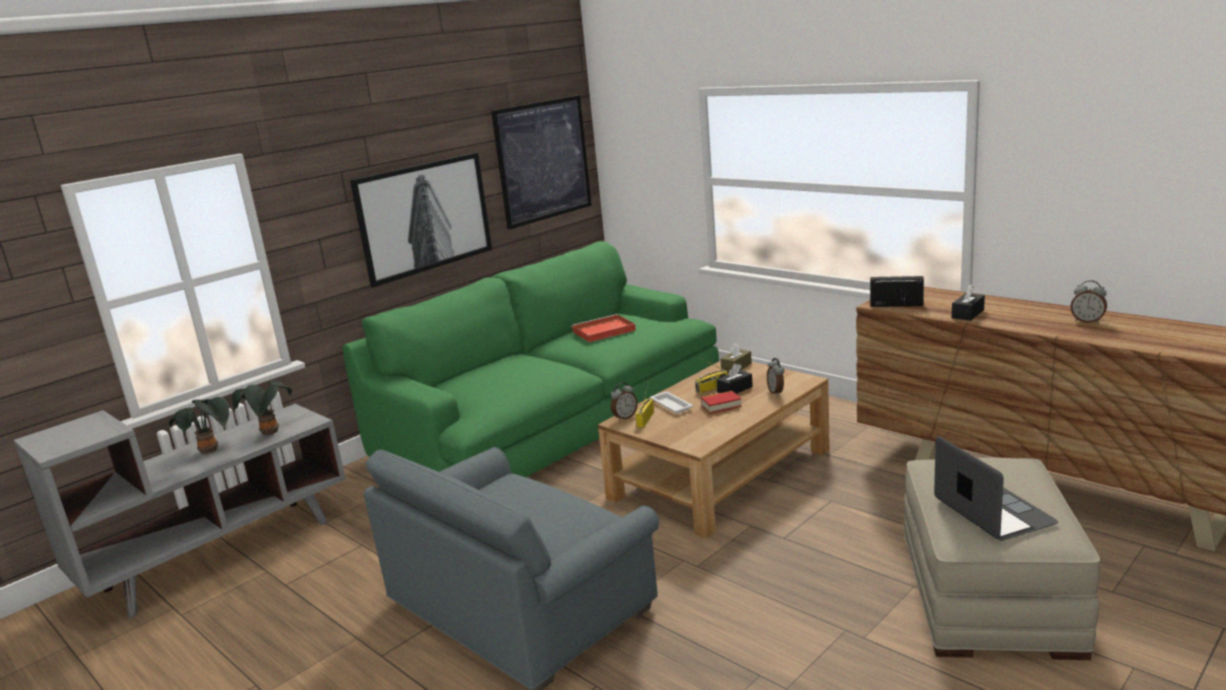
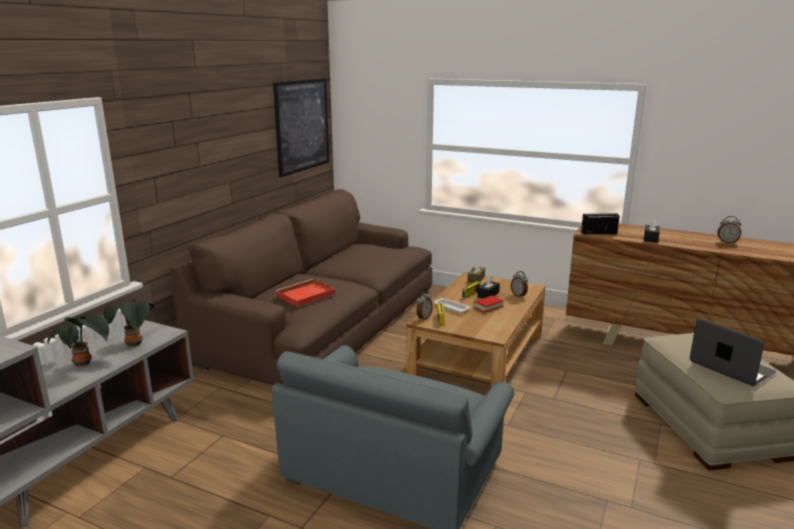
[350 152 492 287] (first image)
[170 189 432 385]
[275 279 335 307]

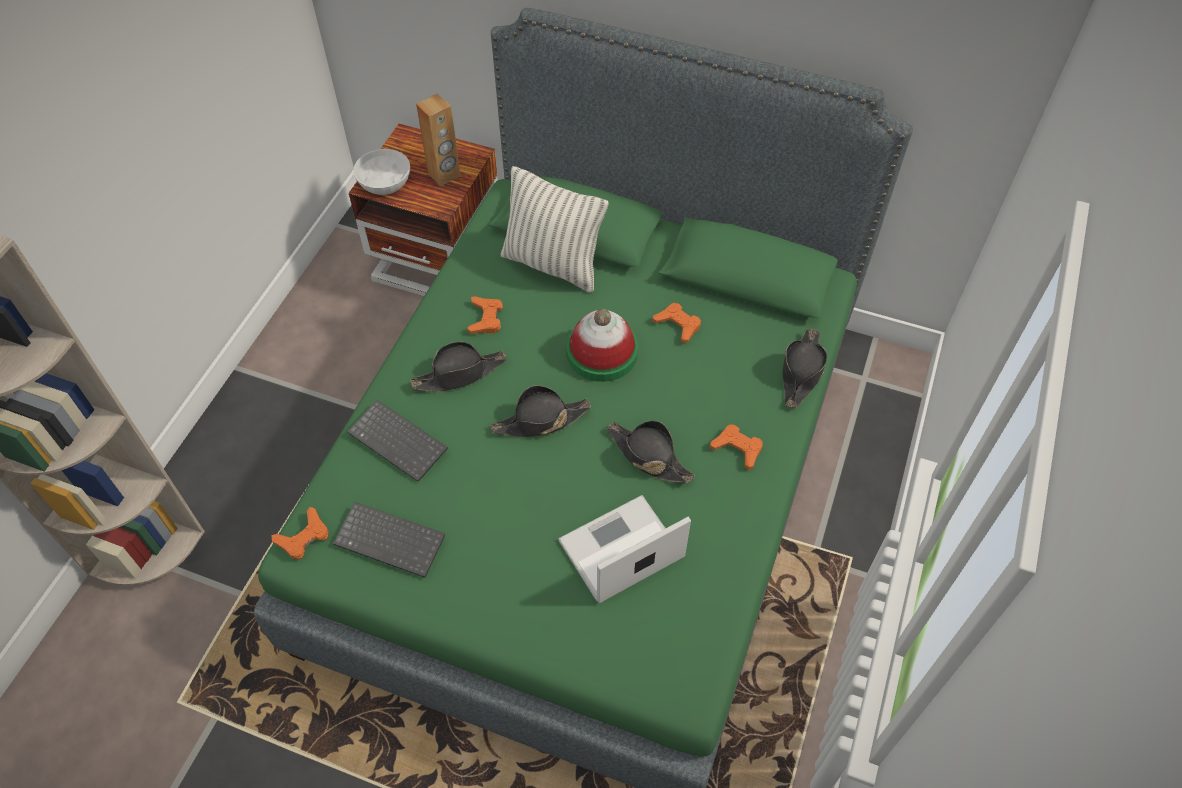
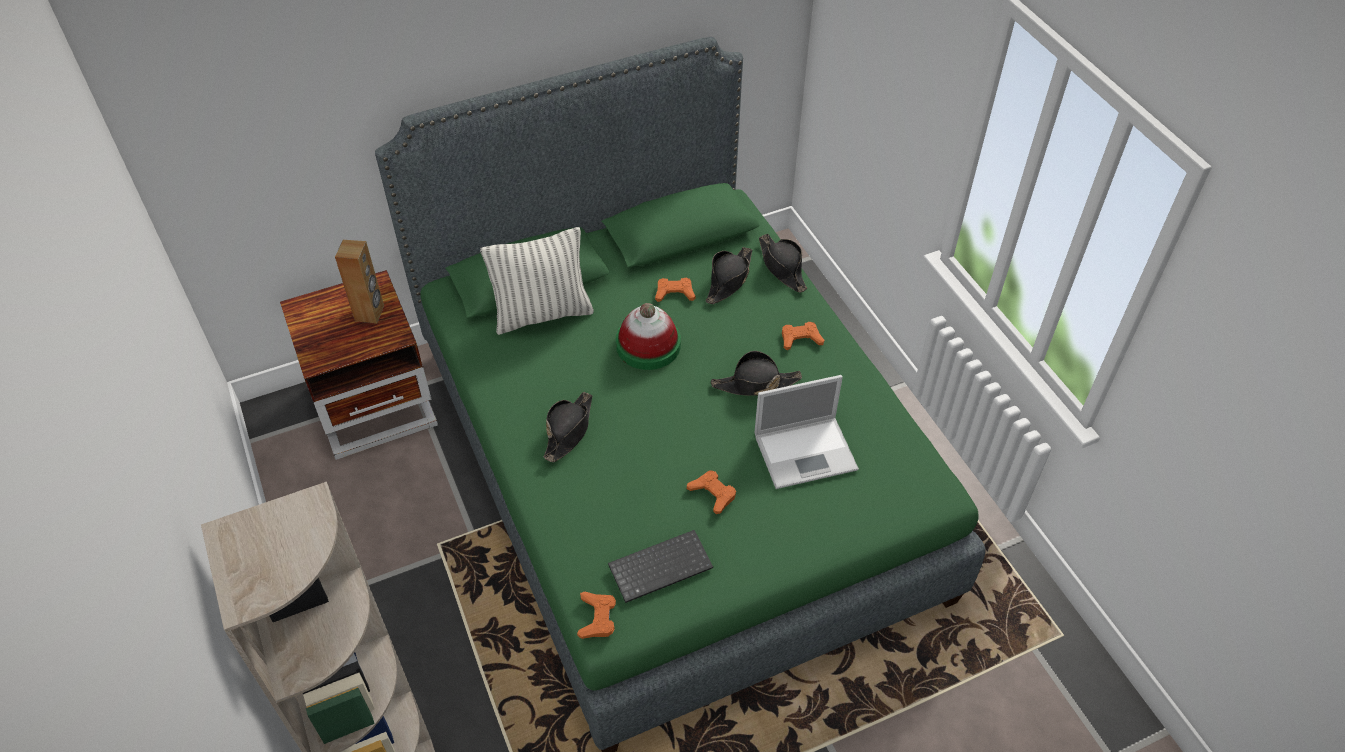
[353 149 410 195] (first image)
[687 470 736 514]
[706 247 752 304]
[347 400 448 482] (first image)
[754 375 859 489]

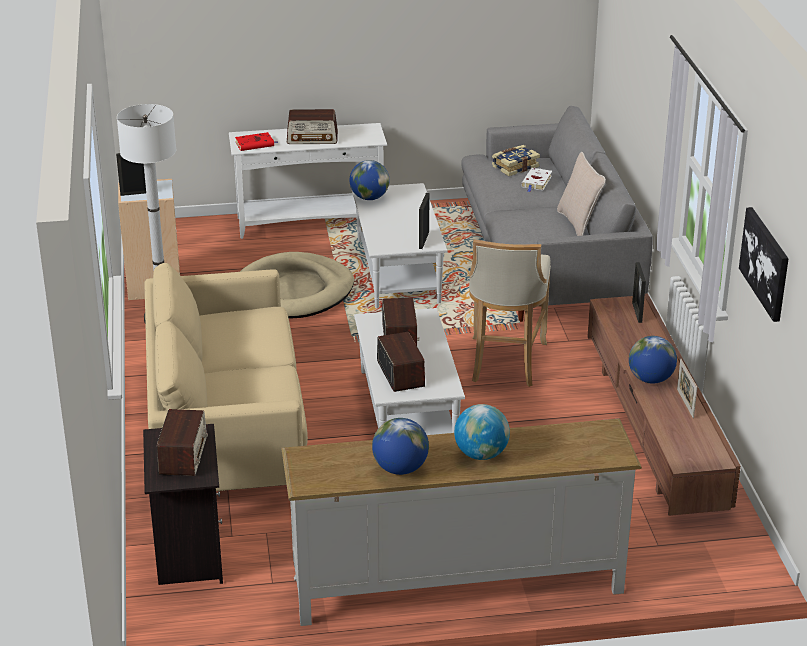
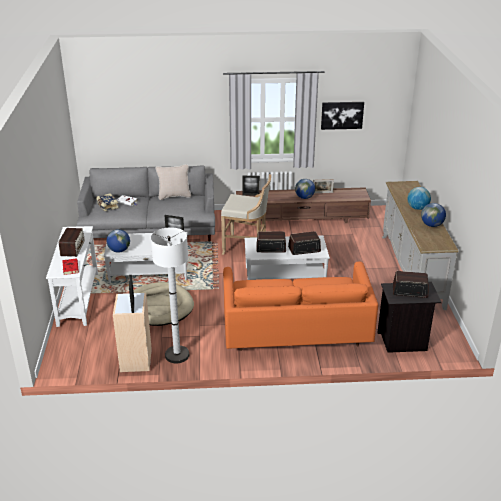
[223 262 378 351]

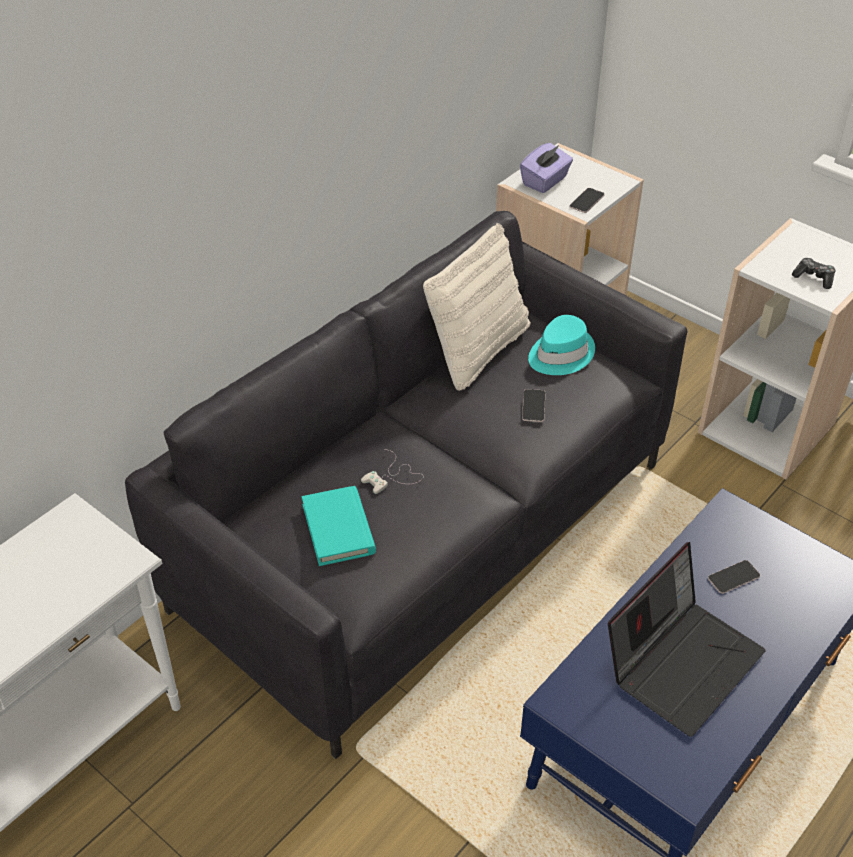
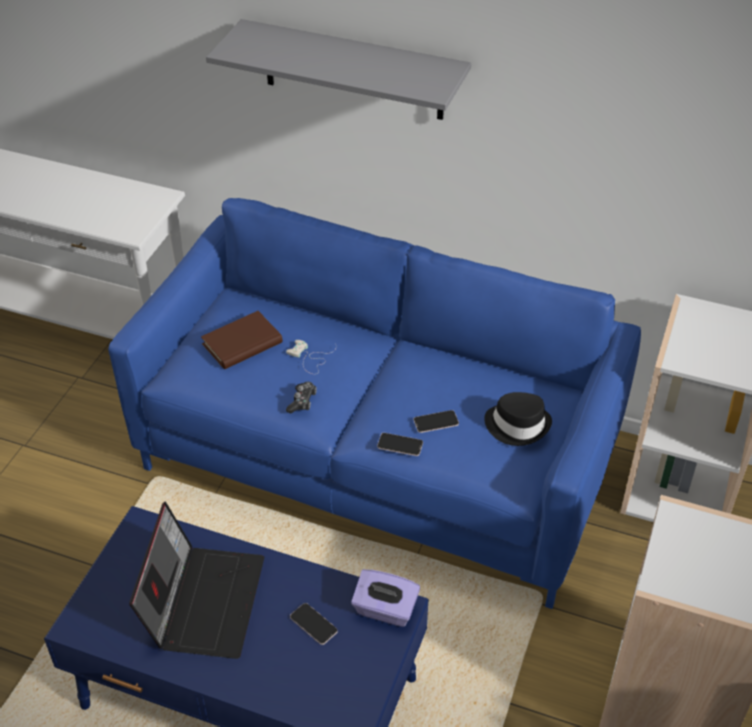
[351 569 420 627]
[377 433 423 456]
[108 198 641 609]
[423 223 531 391] (first image)
[286 382 317 413]
[484 392 552 446]
[201 311 283 369]
[129 501 264 659]
[206 19 471 120]

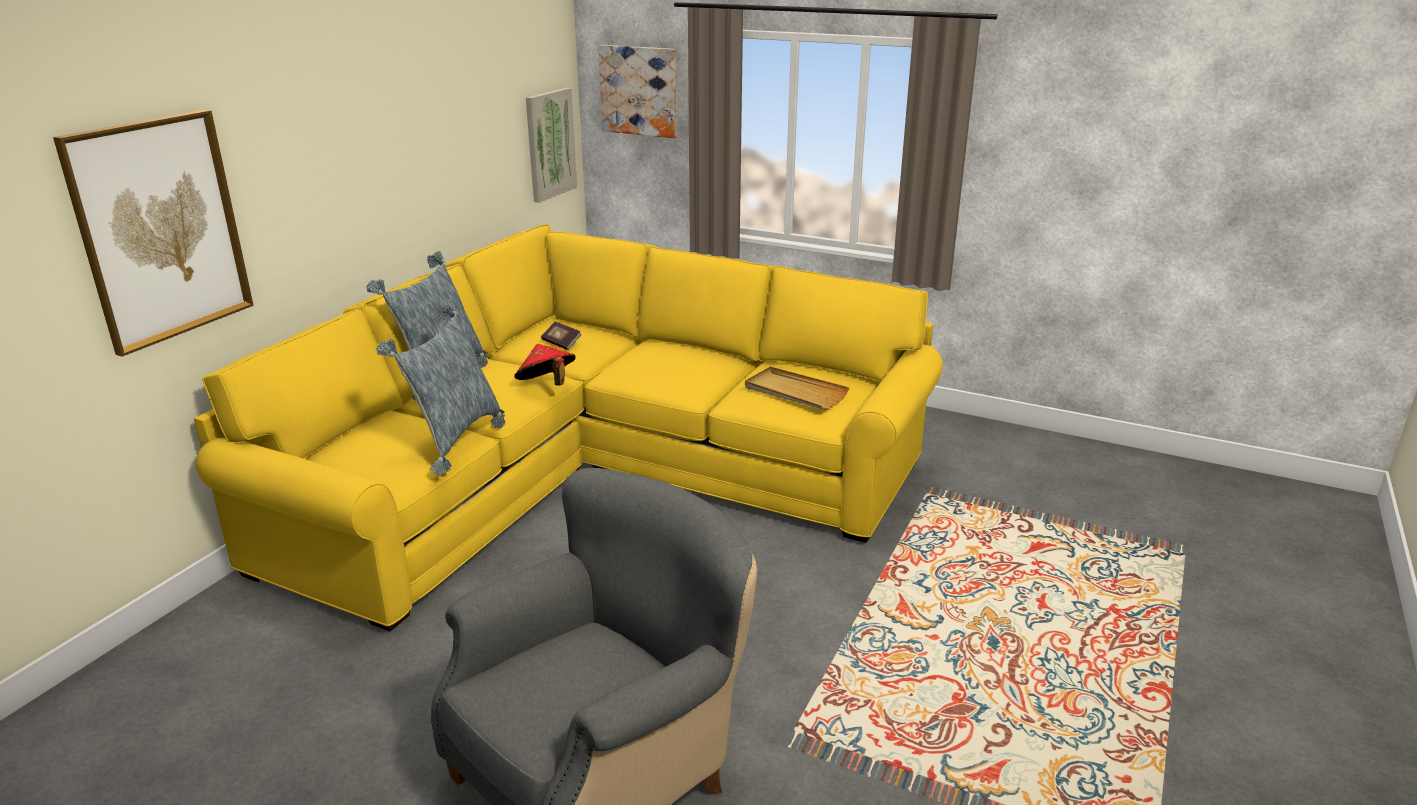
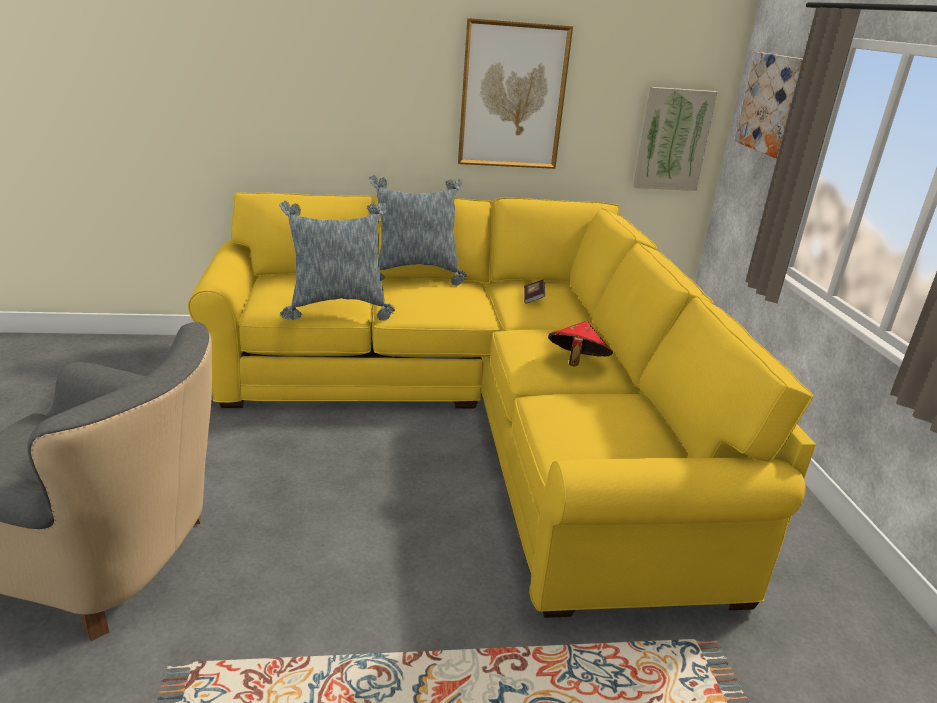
[458 18 573 169]
[548 321 613 367]
[745 367 849 410] (first image)

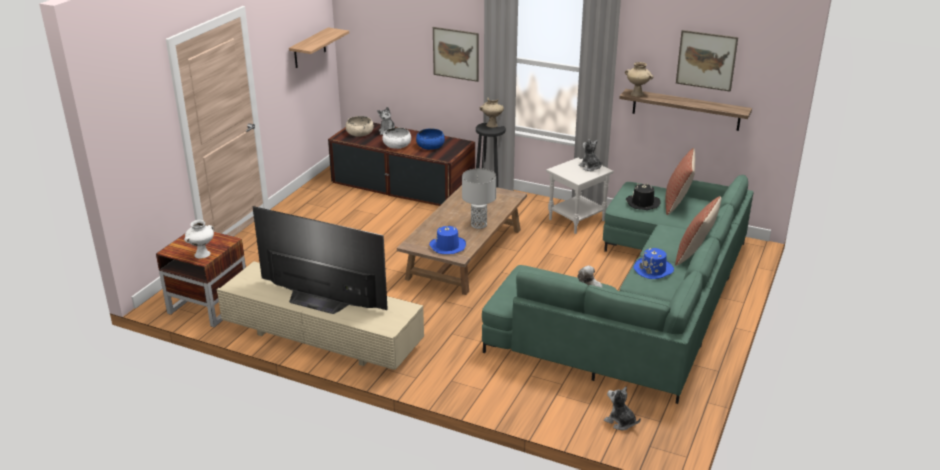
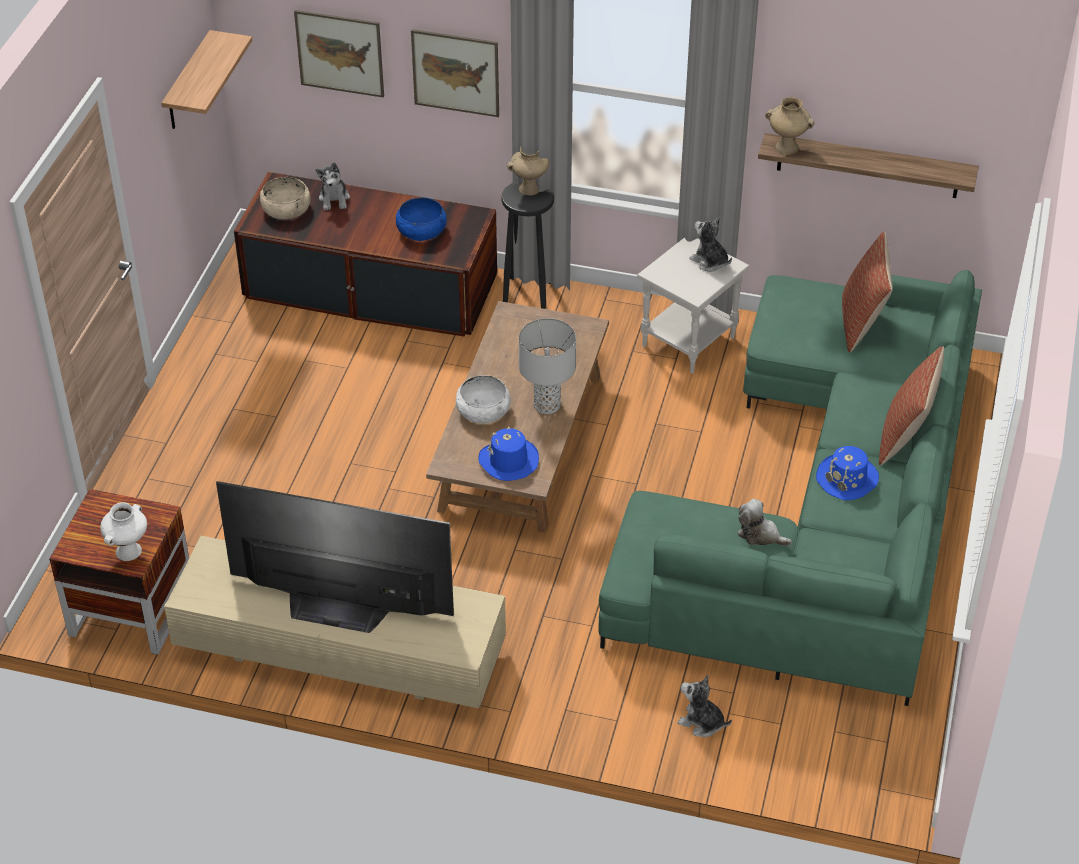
[294 10 384 97]
[456 375 511 423]
[626 183 661 210] (first image)
[678 675 732 737]

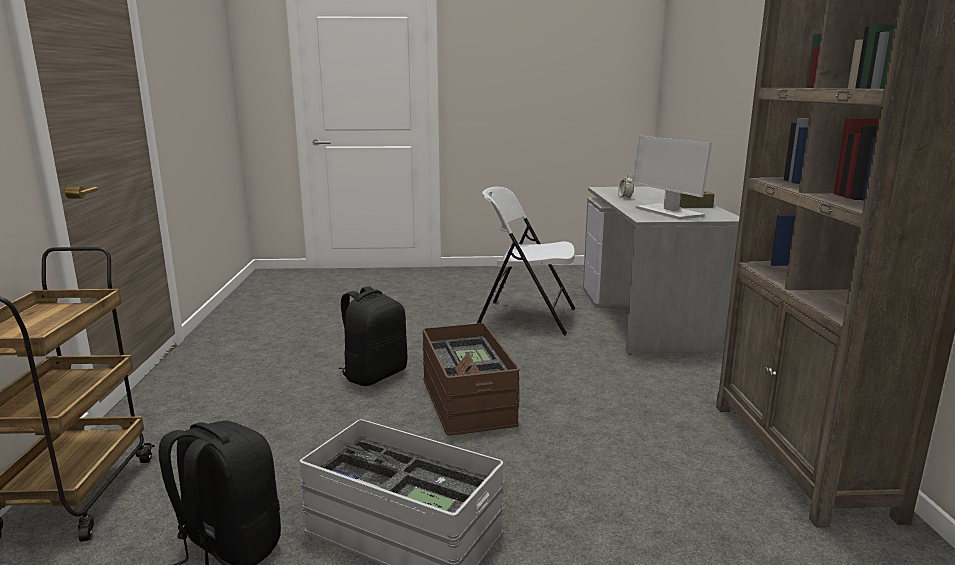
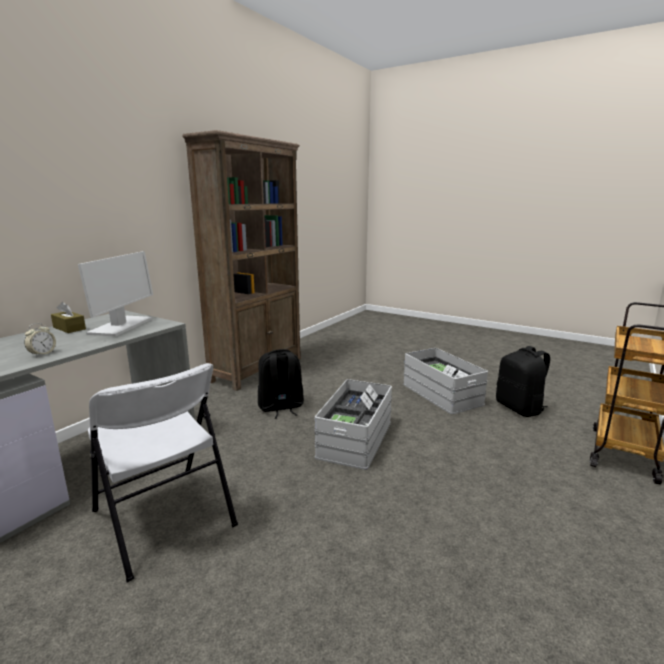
[258 349 304 419]
[314 379 392 470]

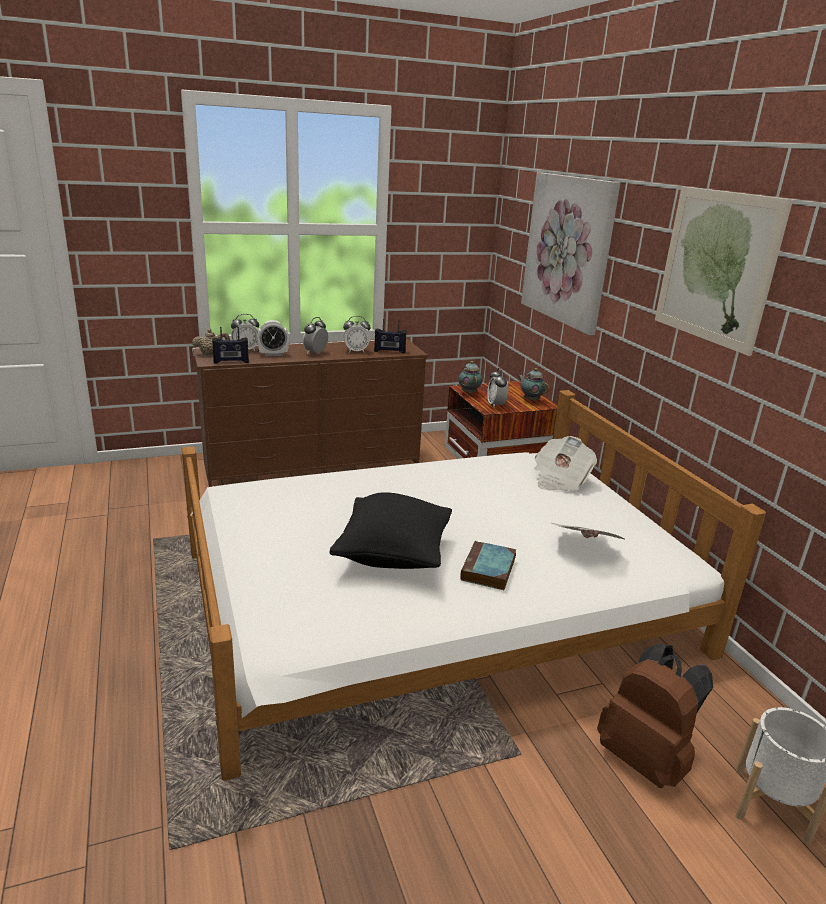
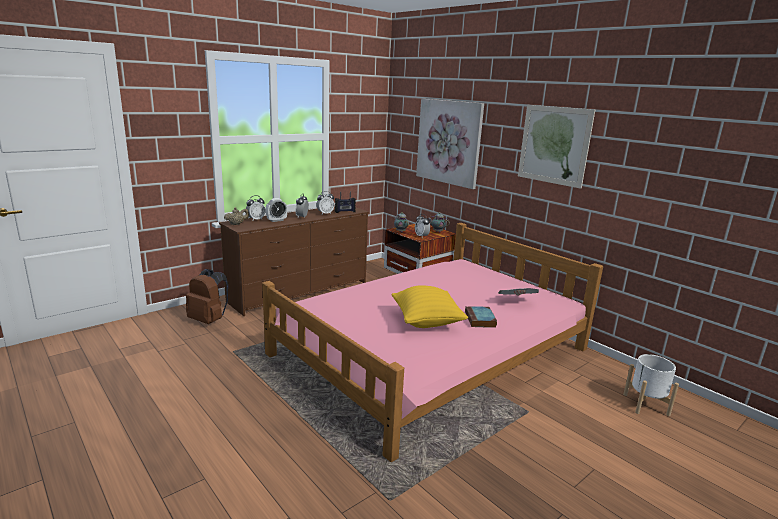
[212 327 249 364] (first image)
[262 223 603 462]
[534 436 597 491] (first image)
[392 285 468 328]
[186 269 228 324]

